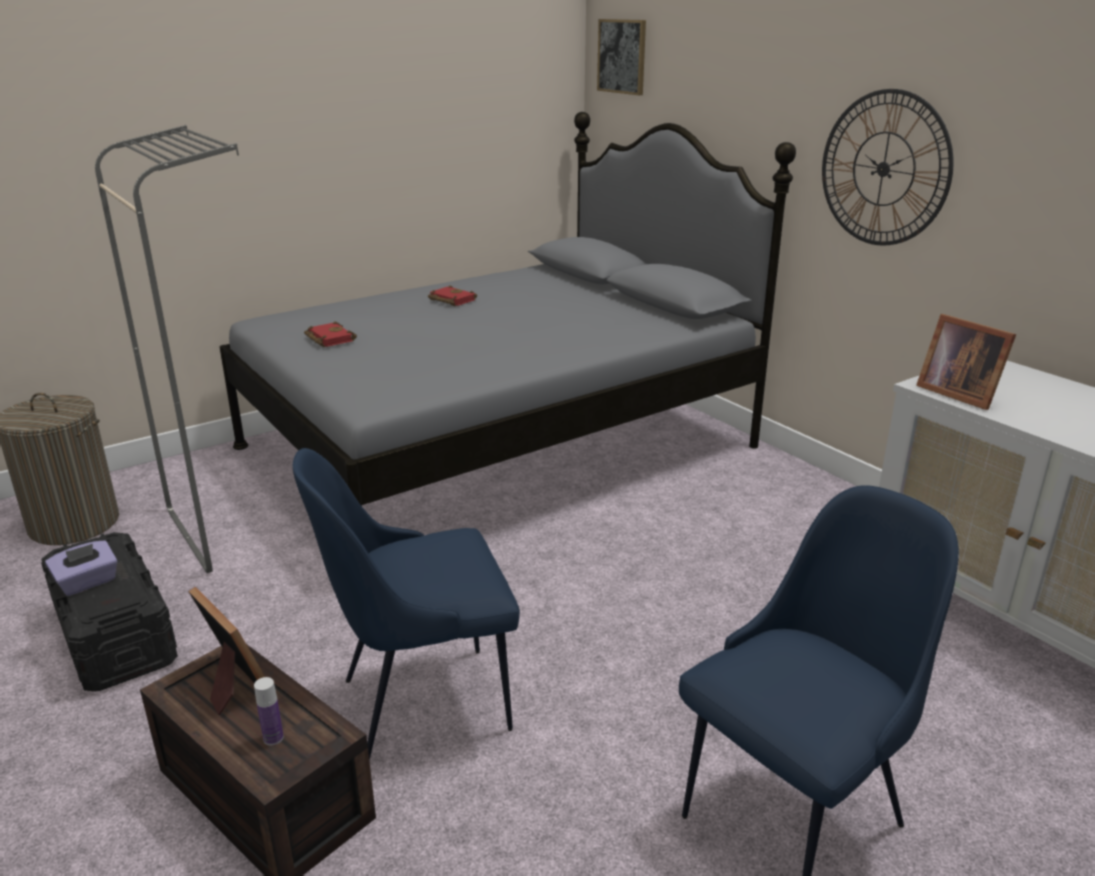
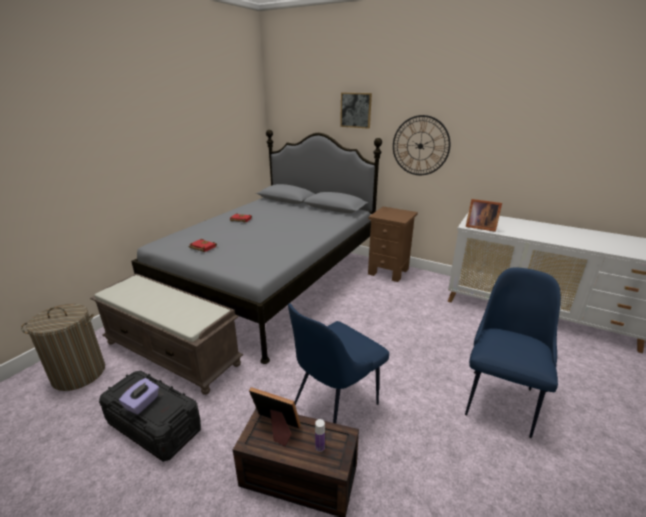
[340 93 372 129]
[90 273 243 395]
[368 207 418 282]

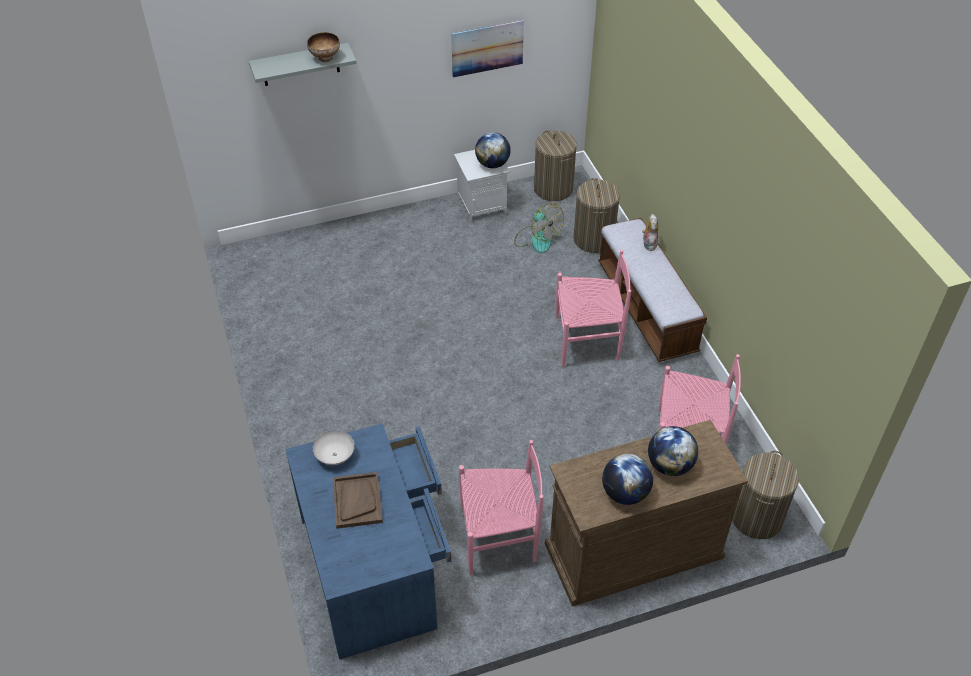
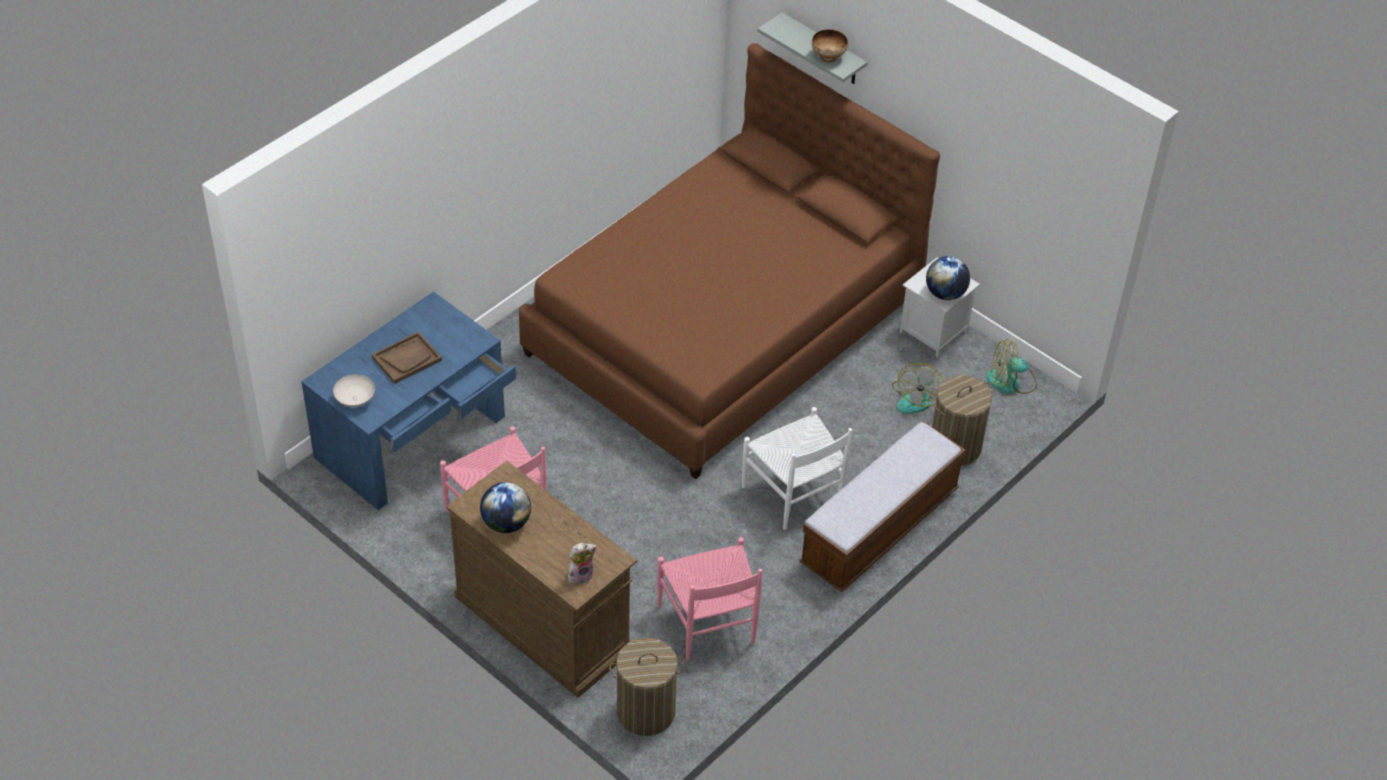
[451 20 524 78] (first image)
[986 339 1037 394]
[568 543 597 584]
[742 407 852 530]
[648 426 698 476] (first image)
[333 374 375 407]
[519 43 940 479]

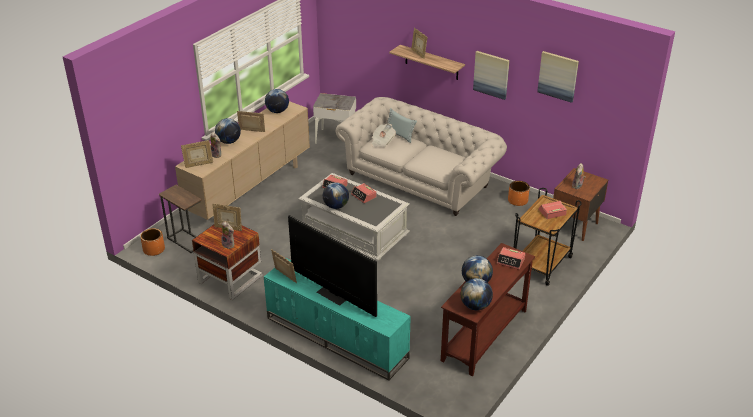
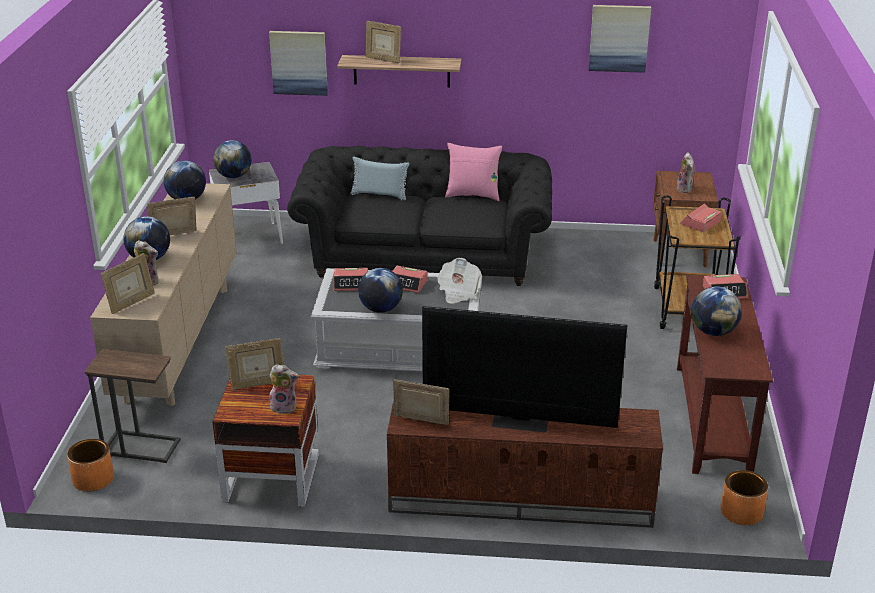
[269 31 328 96]
[287 146 552 286]
[437 258 482 303]
[720 470 768 525]
[387 400 663 528]
[213 140 251 178]
[445 143 502 201]

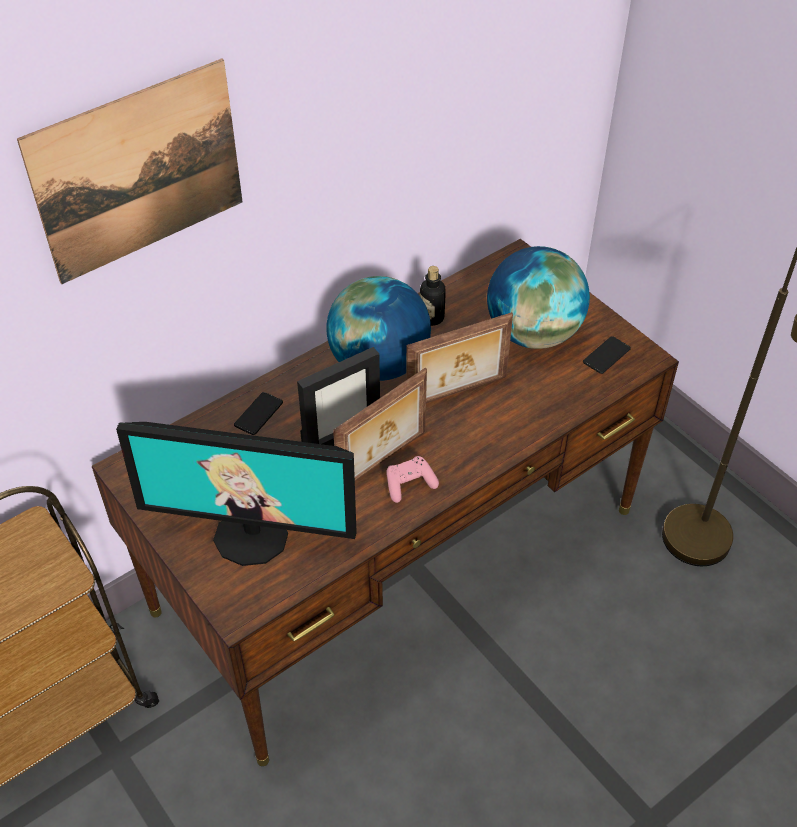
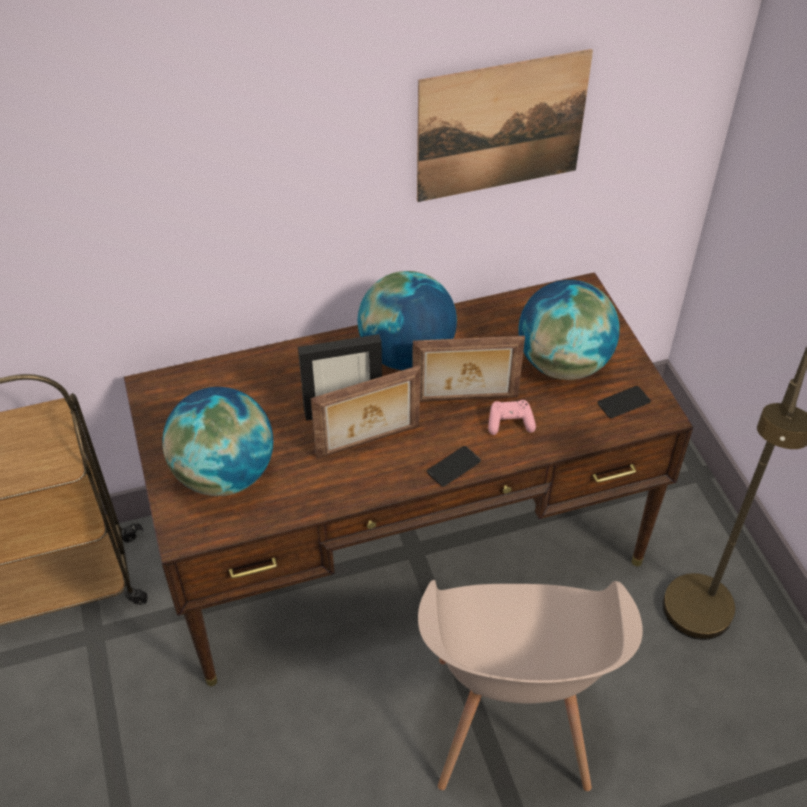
[417 49 593 202]
[420 266 446 326] (first image)
[427 446 481 487]
[162 387 273 496]
[488 400 536 435]
[418 580 643 791]

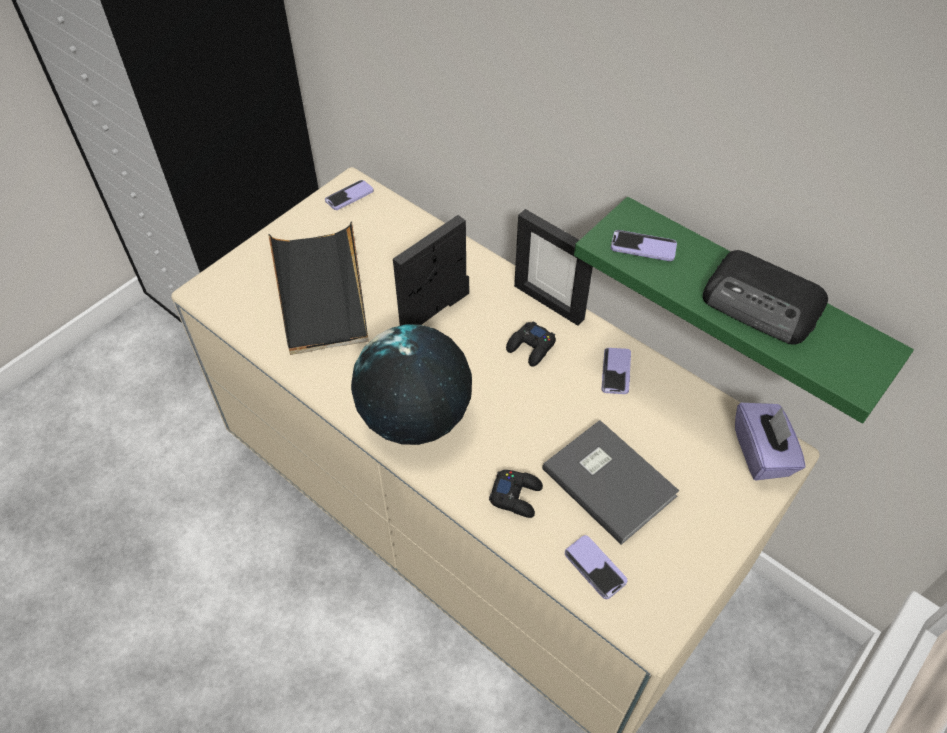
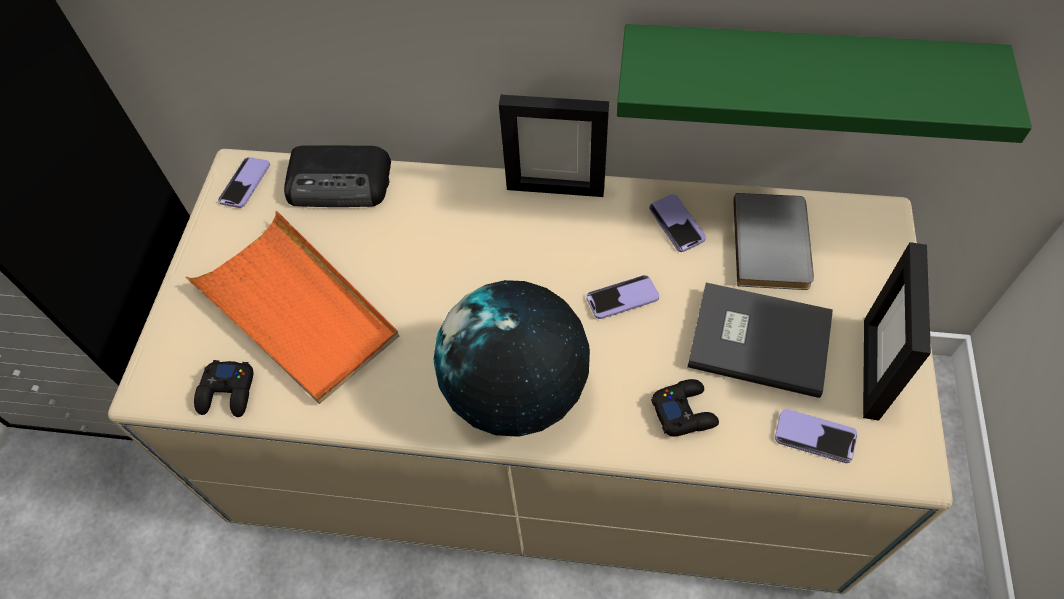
[863 242 931 421]
[185 211 399 404]
[586 275 659 319]
[284 146 391 207]
[194 360 253 417]
[735 403 806 480] (first image)
[733 193 814 290]

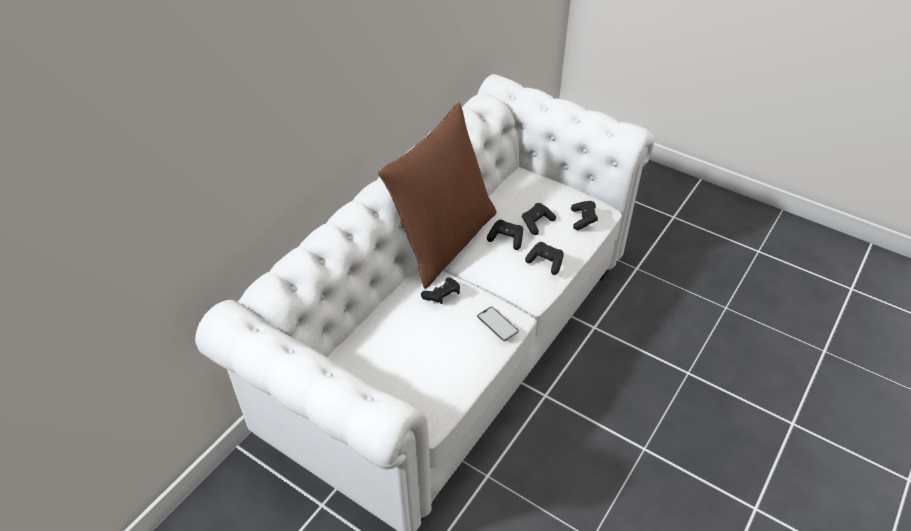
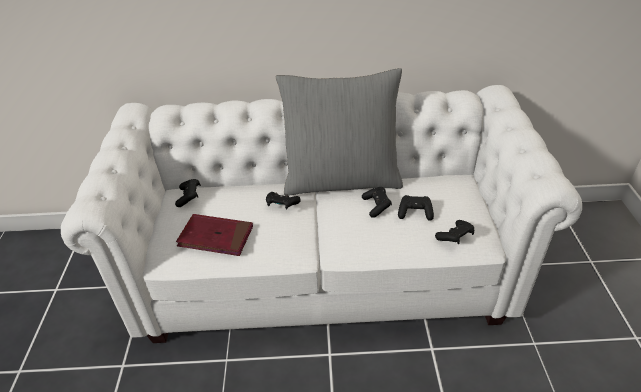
[276 68 403 196]
[175 179 201 207]
[477 307 519 341] (first image)
[176 214 253 256]

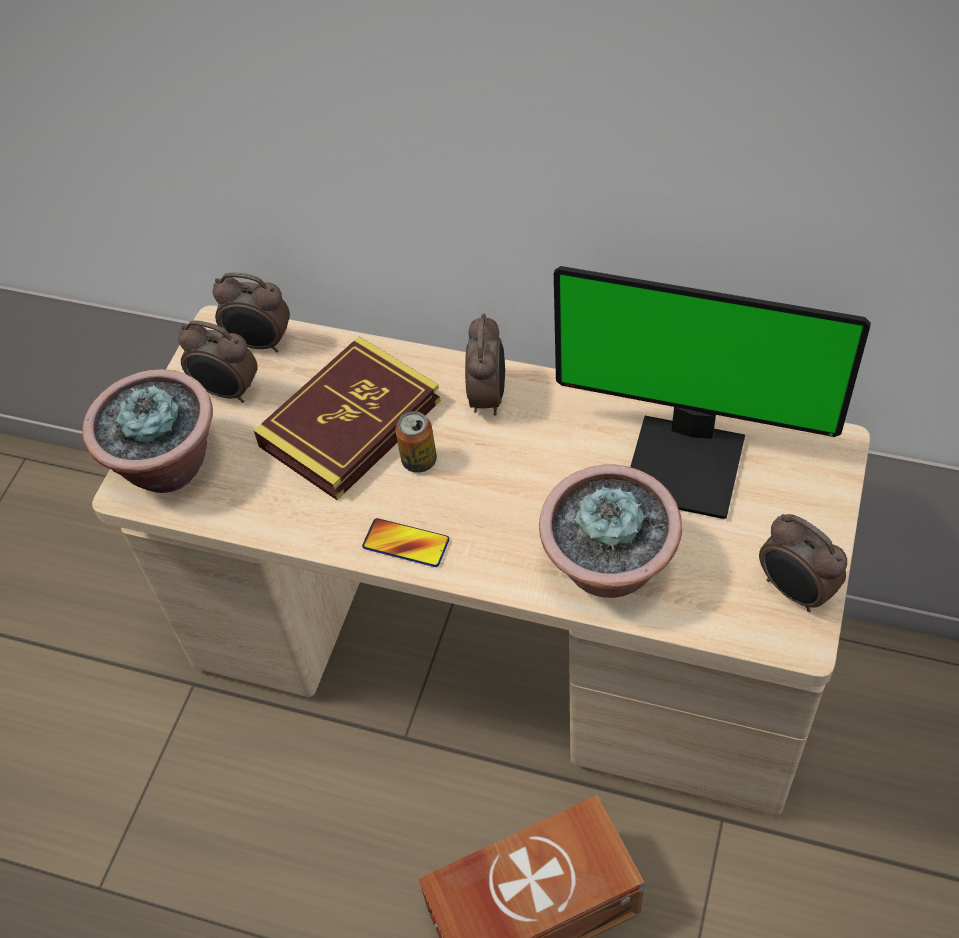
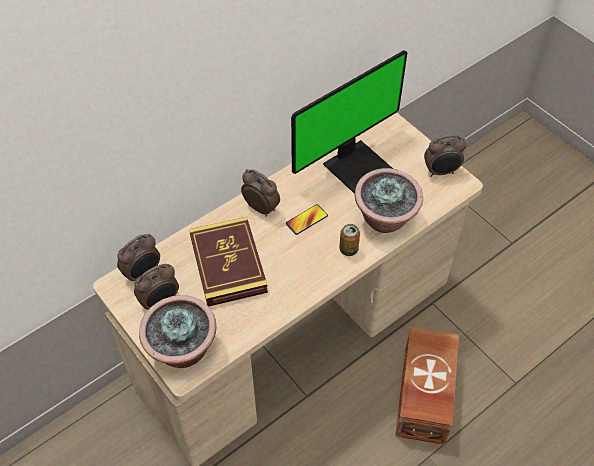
[339 224 360 256]
[286 204 328 235]

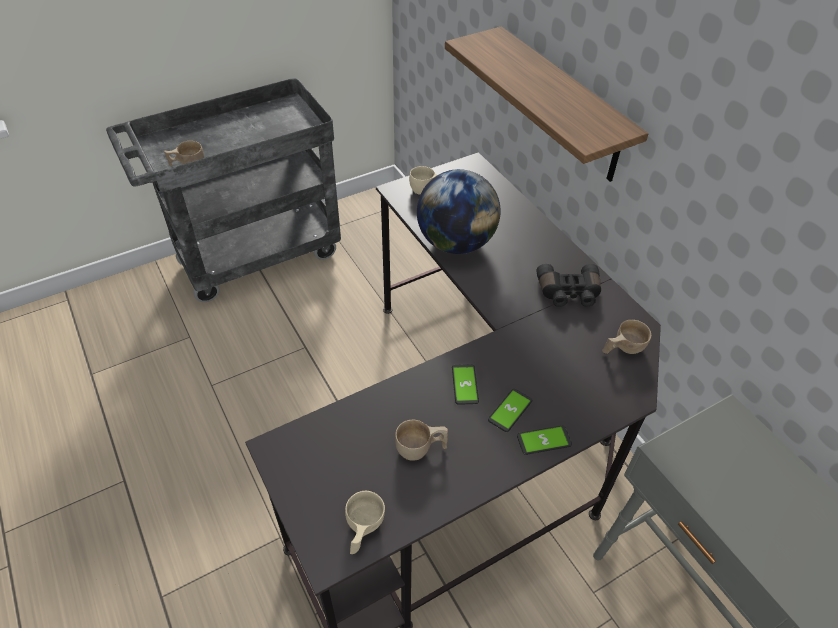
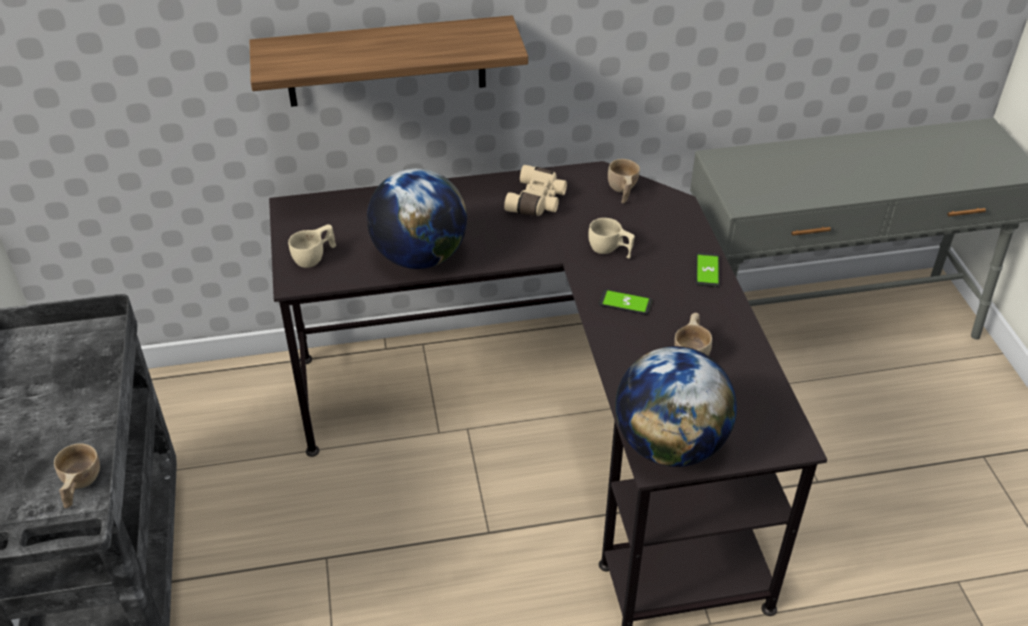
[504 165 567 216]
[488 389 532 432] (first image)
[588 218 635 259]
[615 346 737 467]

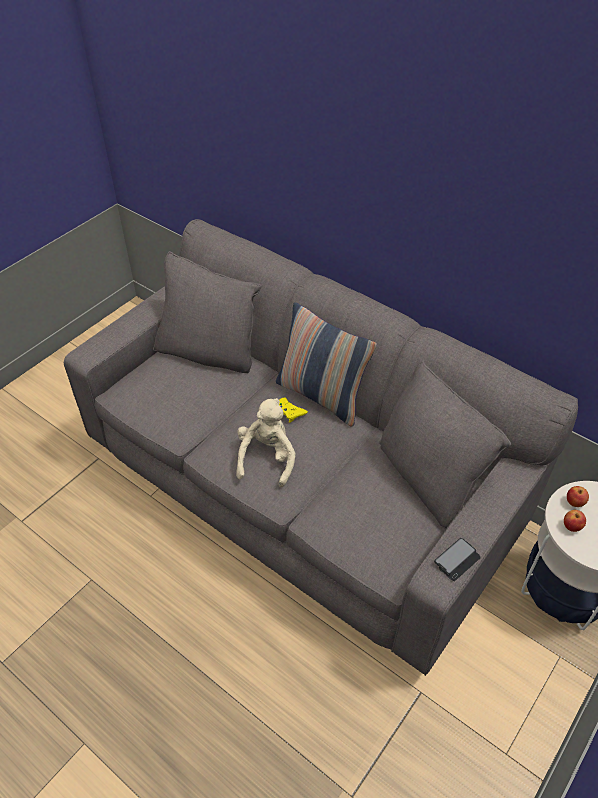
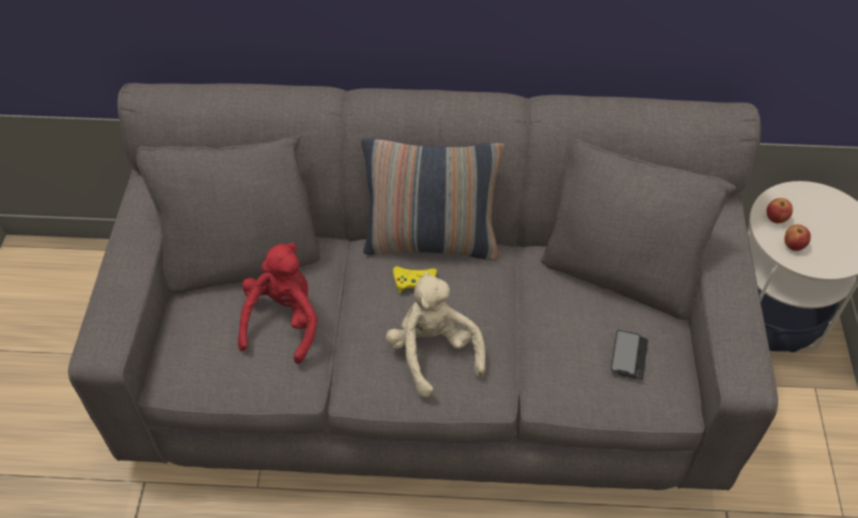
[611 330 648 380]
[238 243 318 364]

